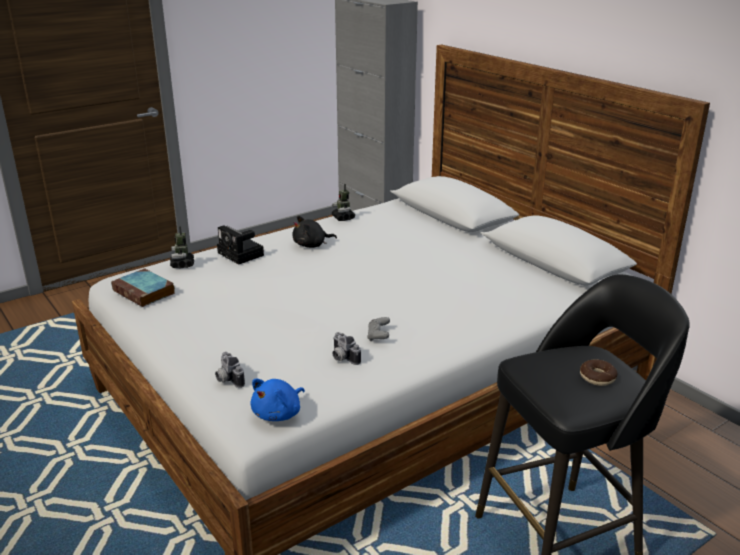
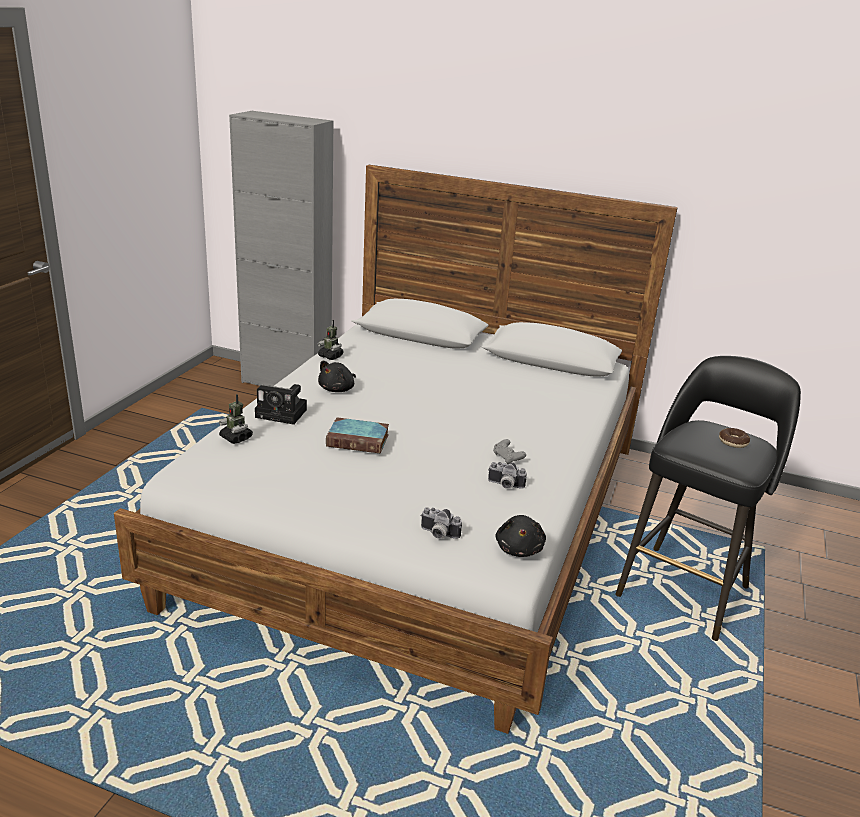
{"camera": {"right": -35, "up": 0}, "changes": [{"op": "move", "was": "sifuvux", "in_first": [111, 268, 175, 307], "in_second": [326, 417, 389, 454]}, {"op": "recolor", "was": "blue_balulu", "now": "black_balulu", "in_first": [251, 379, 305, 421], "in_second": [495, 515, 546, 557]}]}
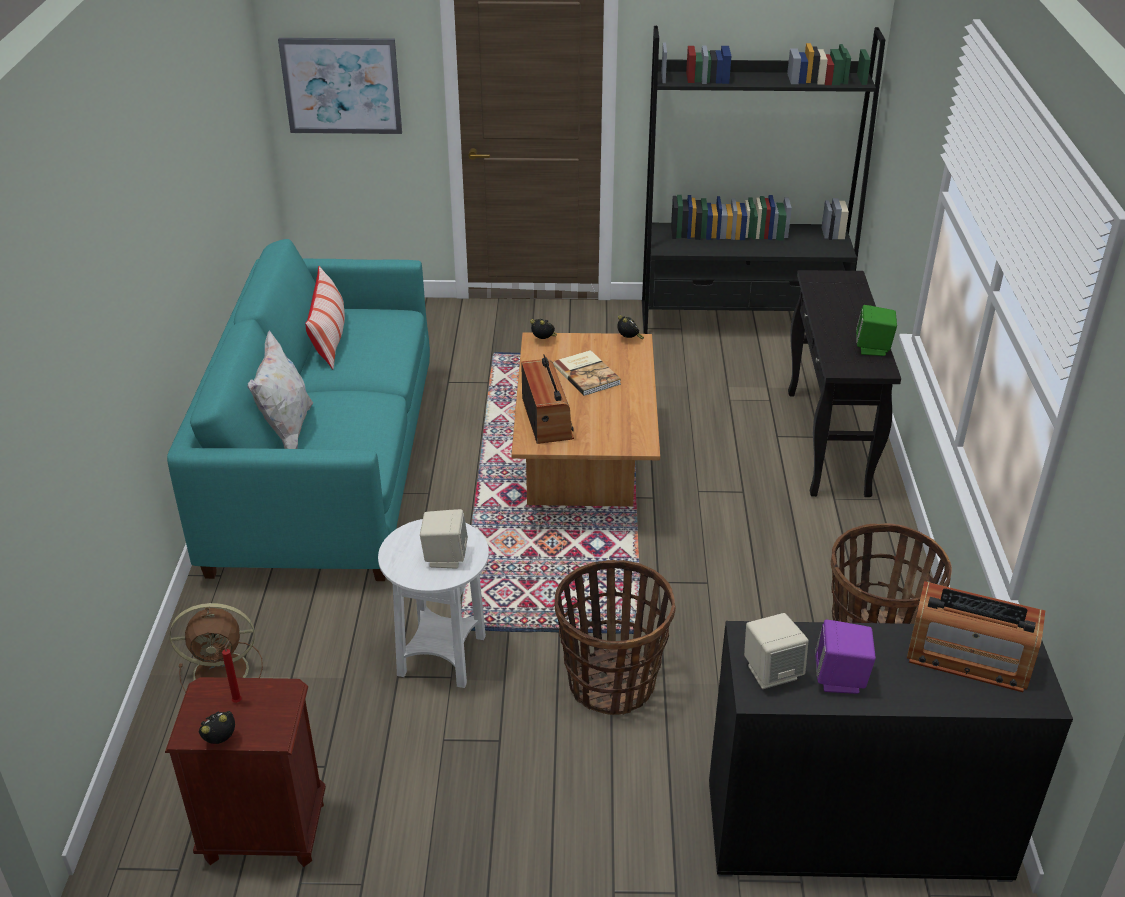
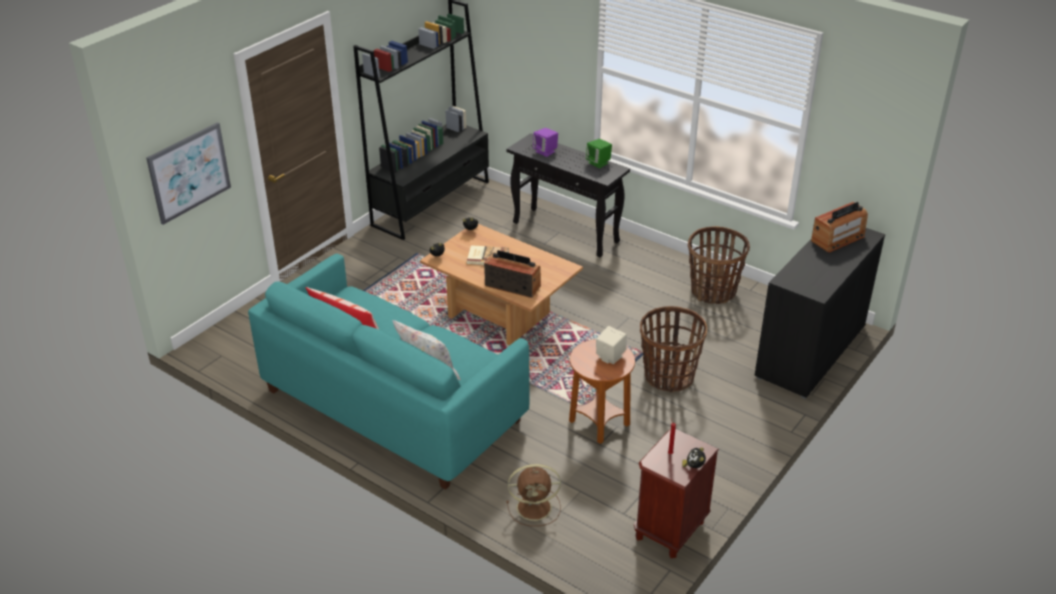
{"camera": {"right": -55, "up": 0}, "changes": [{"op": "delete", "was": "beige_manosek", "in_first": [744, 613, 809, 689]}, {"op": "move", "was": "purple_manosek", "in_first": [815, 620, 876, 694], "in_second": [533, 128, 558, 157]}, {"op": "recolor", "was": "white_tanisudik", "now": "brown_tanisudik", "in_first": [378, 519, 489, 688], "in_second": [569, 339, 635, 444]}, {"op": "rotate", "was": "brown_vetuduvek", "in_first": [170, 603, 263, 693], "in_second": [506, 464, 561, 526], "clockwise": 60}]}
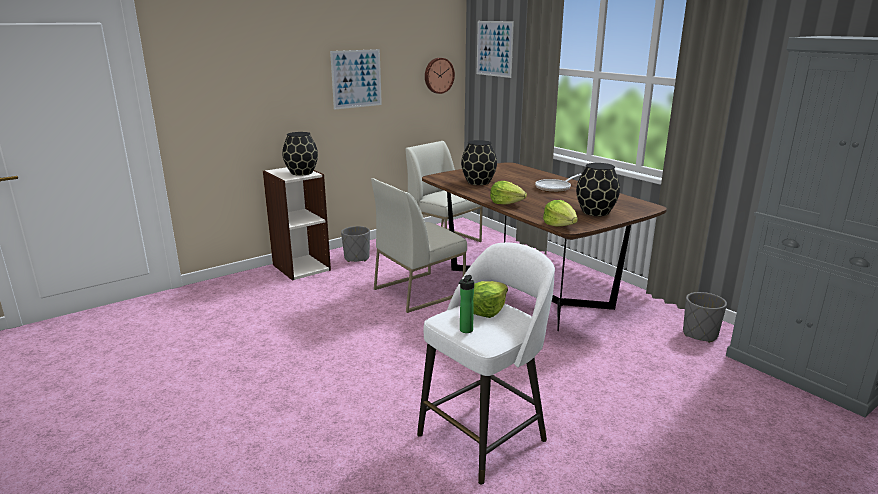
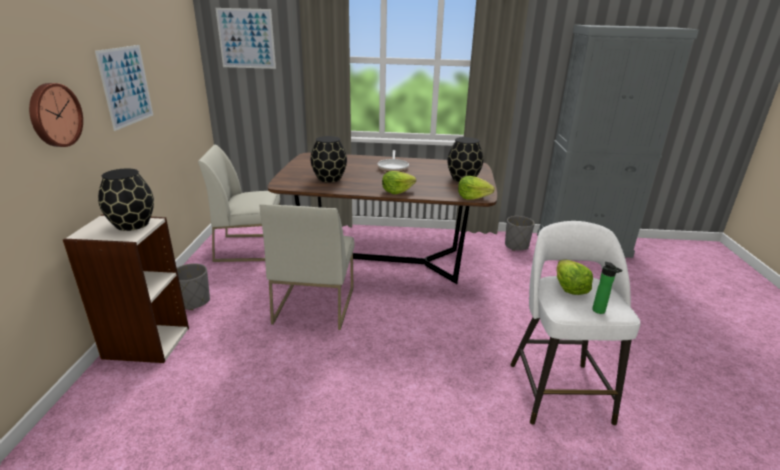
{"camera": {"right": -50, "up": 5}, "changes": [{"op": "move", "was": "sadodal", "in_first": [425, 58, 455, 94], "in_second": [29, 83, 83, 147]}]}
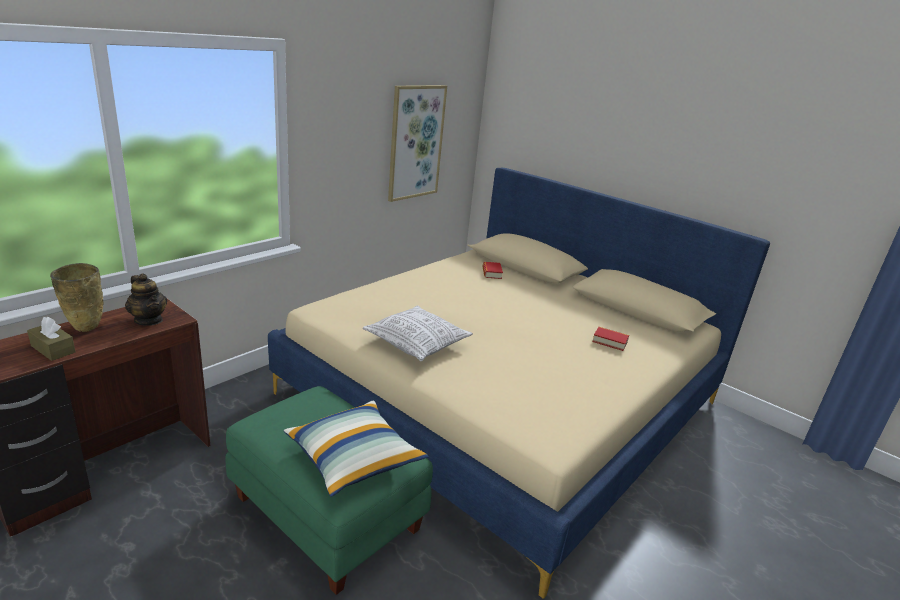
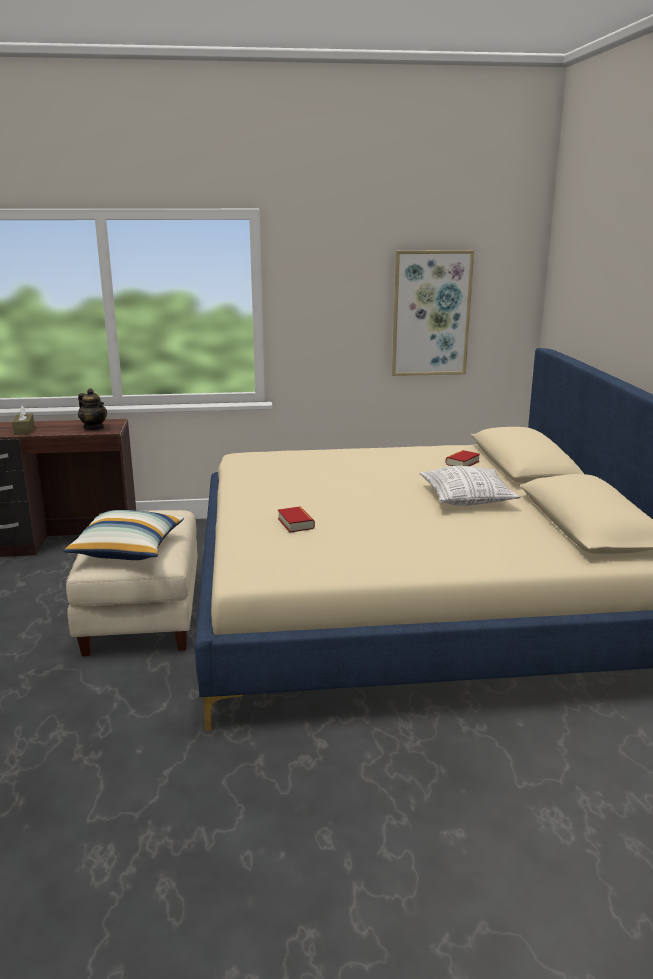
{"camera": {"right": 45, "up": -5}, "changes": [{"op": "delete", "was": "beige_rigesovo", "in_first": [50, 263, 103, 332]}, {"op": "move", "was": "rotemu", "in_first": [362, 306, 473, 361], "in_second": [419, 466, 521, 506]}, {"op": "move", "was": "sifuvux", "in_first": [592, 327, 629, 351], "in_second": [278, 507, 315, 533]}, {"op": "recolor", "was": "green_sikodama", "now": "beige_sikodama", "in_first": [225, 386, 433, 595], "in_second": [66, 510, 198, 656]}, {"op": "rotate", "was": "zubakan", "in_first": [125, 273, 167, 326], "in_second": [78, 388, 107, 430], "clockwise": -45}]}
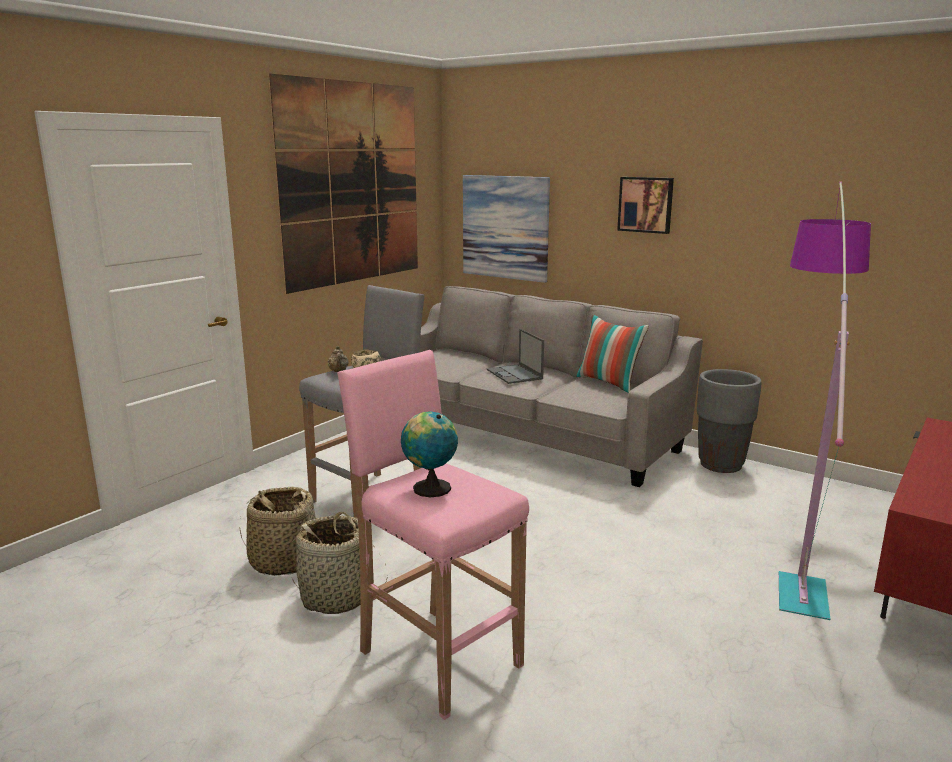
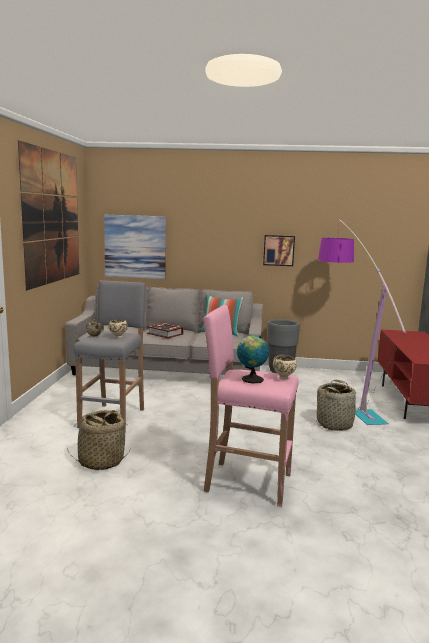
{"camera": {"right": -30, "up": -5}, "changes": [{"op": "insert", "now": "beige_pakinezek", "in_second": [273, 354, 297, 380]}, {"op": "move", "was": "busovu", "in_first": [292, 512, 388, 614], "in_second": [316, 380, 358, 431]}, {"op": "move", "was": "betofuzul", "in_first": [617, 177, 674, 234], "in_second": [263, 235, 295, 266]}, {"op": "replace", "was": "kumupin", "now": "sifuvux", "in_first": [487, 329, 544, 384], "in_second": [147, 323, 184, 339]}]}
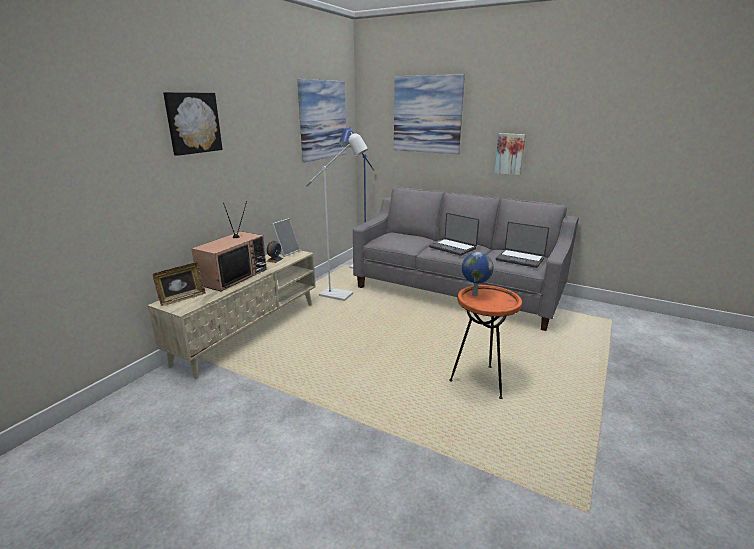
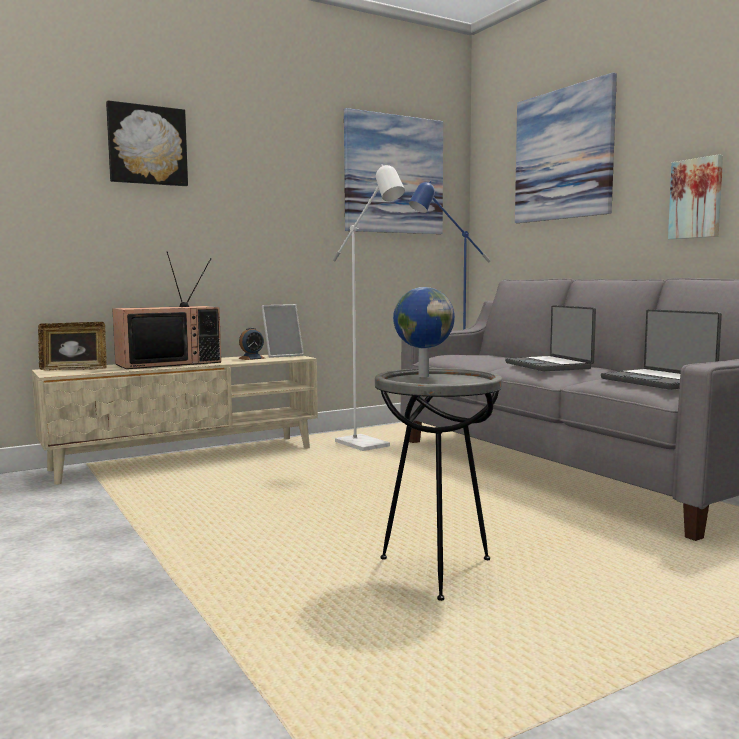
{"camera": {"right": 30, "up": -15}, "changes": [{"op": "recolor", "was": "orange_tanisudik", "now": "grey_tanisudik", "in_first": [449, 285, 522, 399], "in_second": [375, 368, 503, 601]}]}
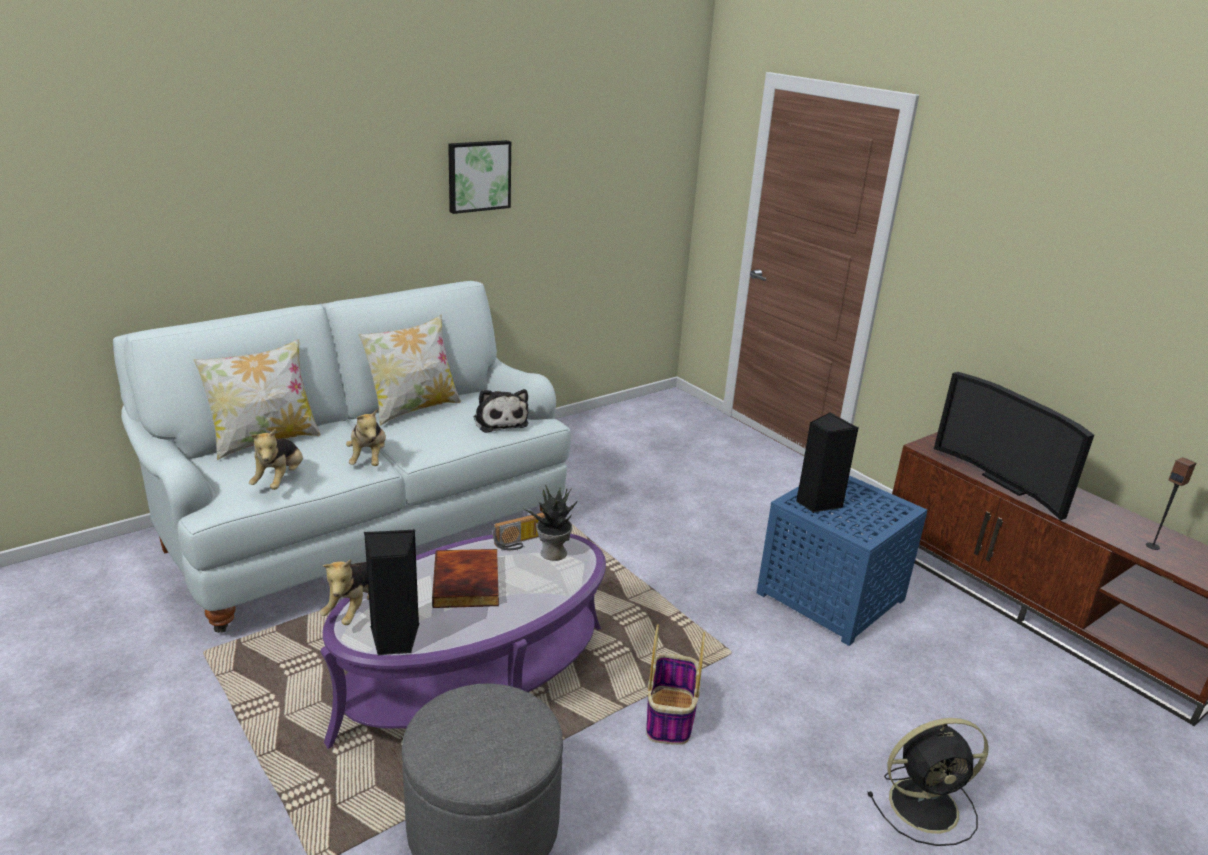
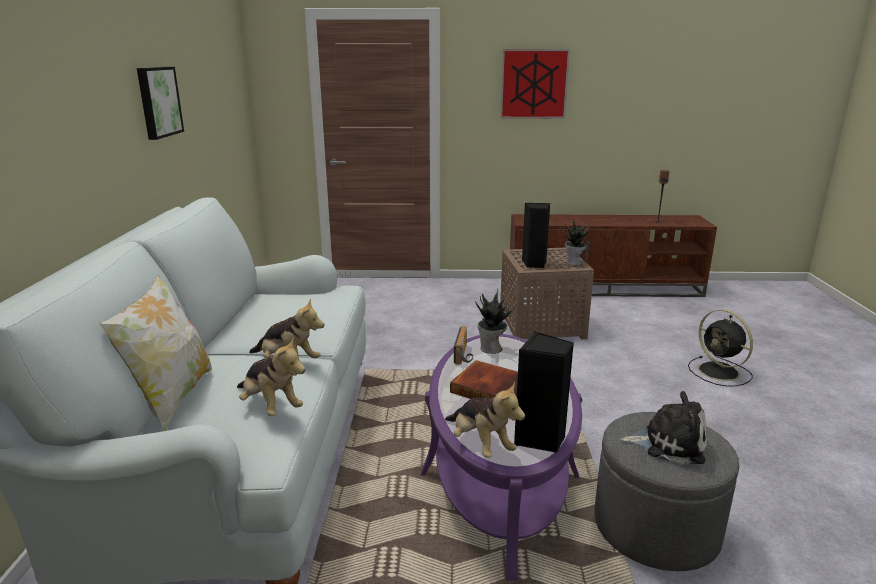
{"camera": {"right": -50, "up": -5}, "changes": [{"op": "delete", "was": "rotemu", "in_first": [358, 315, 461, 426]}, {"op": "delete", "was": "busovu", "in_first": [646, 624, 705, 745]}, {"op": "delete", "was": "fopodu", "in_first": [934, 372, 1094, 520]}, {"op": "insert", "now": "betofuzul", "in_second": [500, 49, 570, 118]}, {"op": "insert", "now": "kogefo", "in_second": [560, 218, 590, 265]}, {"op": "move", "was": "balulu", "in_first": [473, 389, 528, 433], "in_second": [620, 391, 707, 465]}, {"op": "recolor", "was": "blue_tanisudik", "now": "brown_tanisudik", "in_first": [757, 475, 927, 646], "in_second": [500, 248, 594, 339]}, {"op": "rotate", "was": "black_vetuduvek", "in_first": [867, 718, 989, 846], "in_second": [688, 310, 753, 387], "clockwise": 120}]}
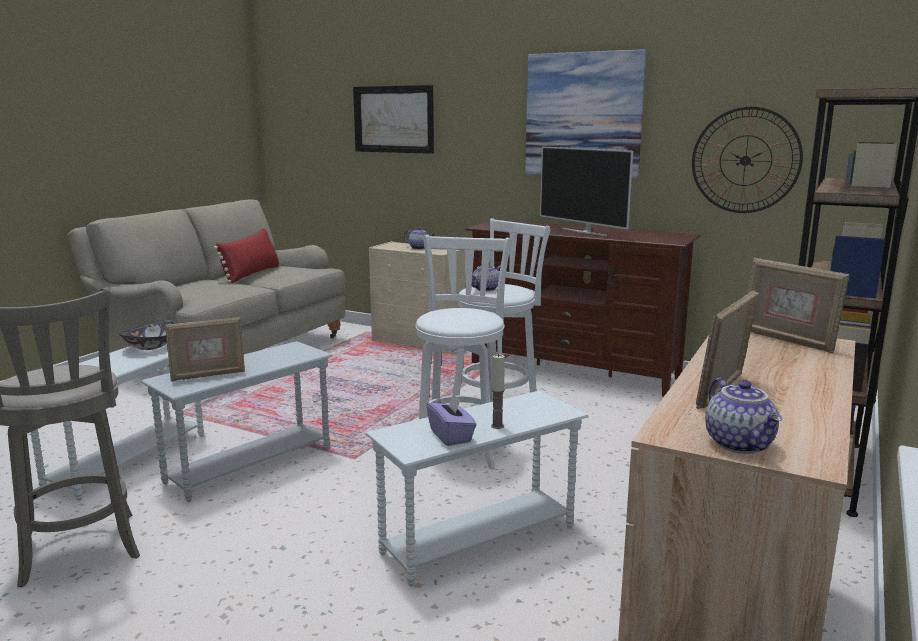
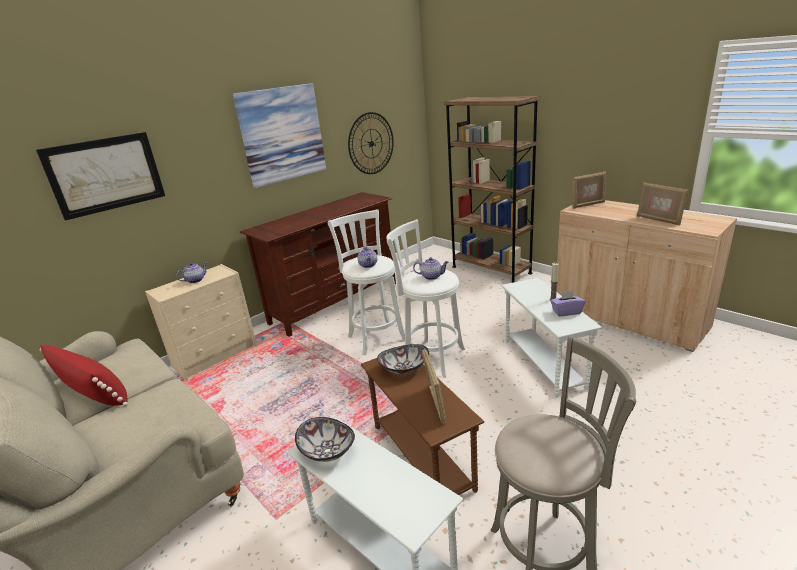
{"camera": {"right": -70, "up": 10}, "changes": [{"op": "delete", "was": "fopodu", "in_first": [540, 146, 633, 236]}, {"op": "insert", "now": "pakinezek", "in_second": [377, 344, 429, 374]}, {"op": "move", "was": "zubakan", "in_first": [705, 378, 782, 454], "in_second": [413, 257, 449, 280]}, {"op": "recolor", "was": "white_tanisudik", "now": "brown_tanisudik", "in_first": [141, 341, 332, 502], "in_second": [361, 358, 484, 495]}]}
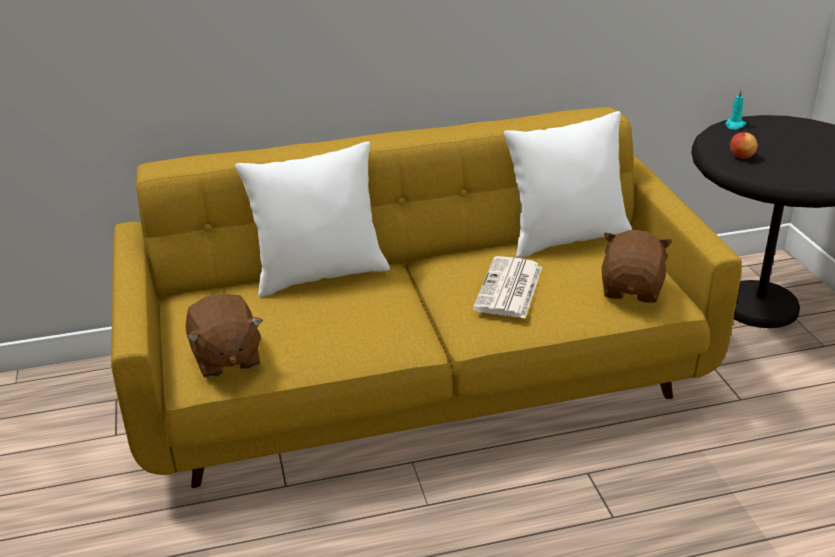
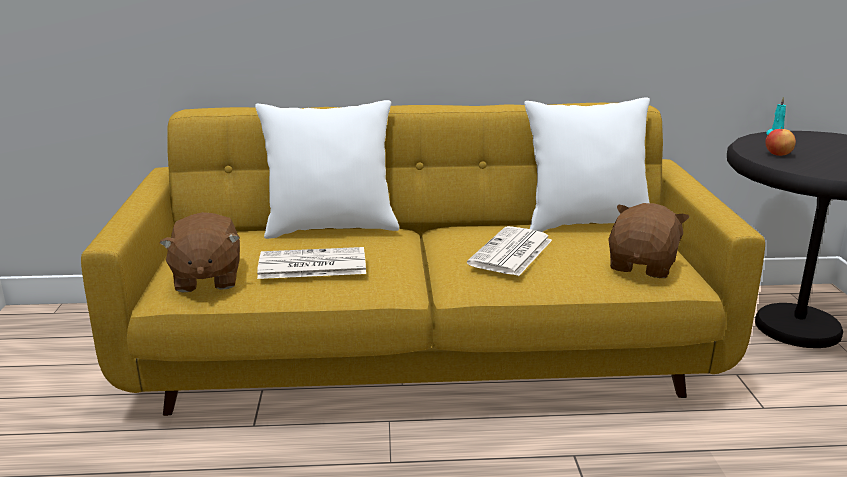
{"camera": {"right": 10, "up": -10}, "changes": [{"op": "insert", "now": "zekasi", "in_second": [257, 247, 366, 279]}]}
